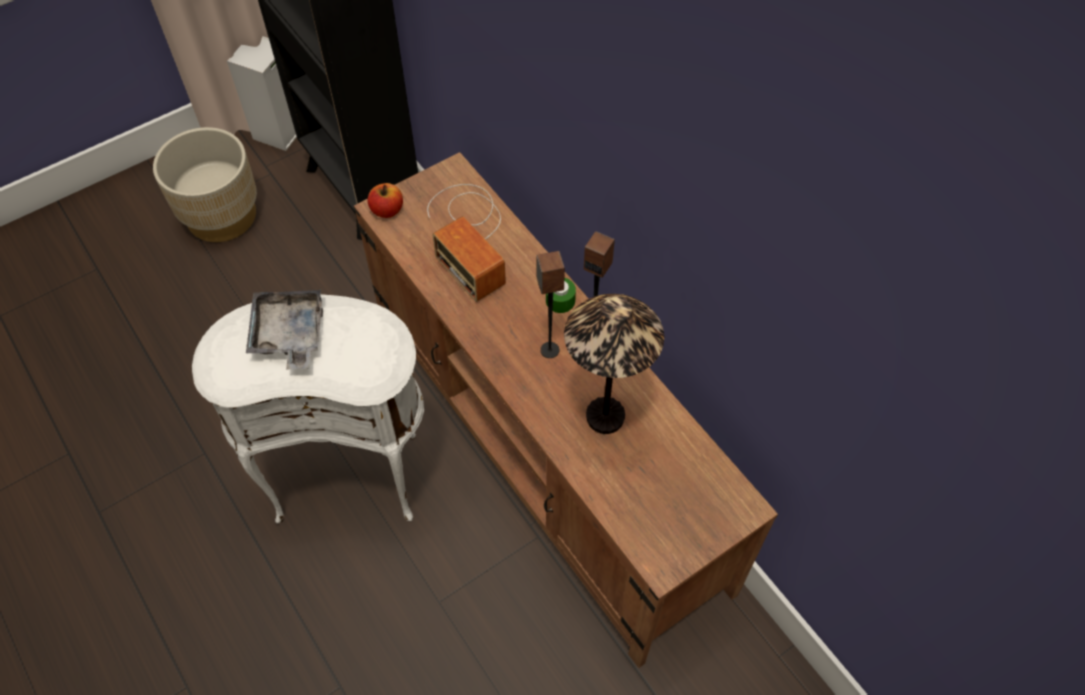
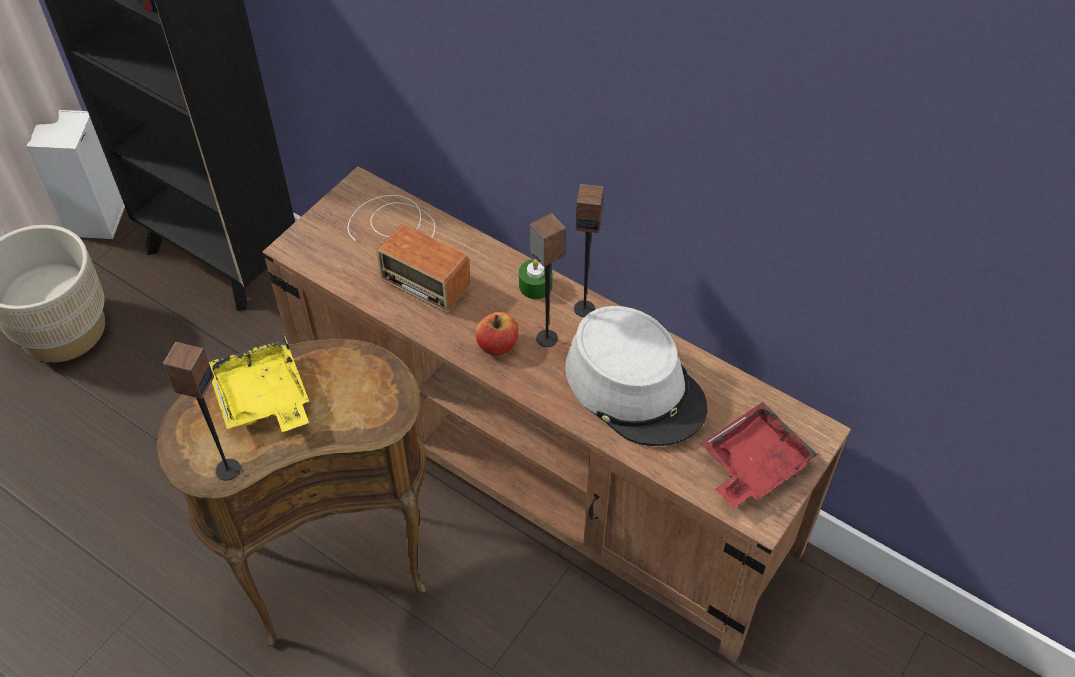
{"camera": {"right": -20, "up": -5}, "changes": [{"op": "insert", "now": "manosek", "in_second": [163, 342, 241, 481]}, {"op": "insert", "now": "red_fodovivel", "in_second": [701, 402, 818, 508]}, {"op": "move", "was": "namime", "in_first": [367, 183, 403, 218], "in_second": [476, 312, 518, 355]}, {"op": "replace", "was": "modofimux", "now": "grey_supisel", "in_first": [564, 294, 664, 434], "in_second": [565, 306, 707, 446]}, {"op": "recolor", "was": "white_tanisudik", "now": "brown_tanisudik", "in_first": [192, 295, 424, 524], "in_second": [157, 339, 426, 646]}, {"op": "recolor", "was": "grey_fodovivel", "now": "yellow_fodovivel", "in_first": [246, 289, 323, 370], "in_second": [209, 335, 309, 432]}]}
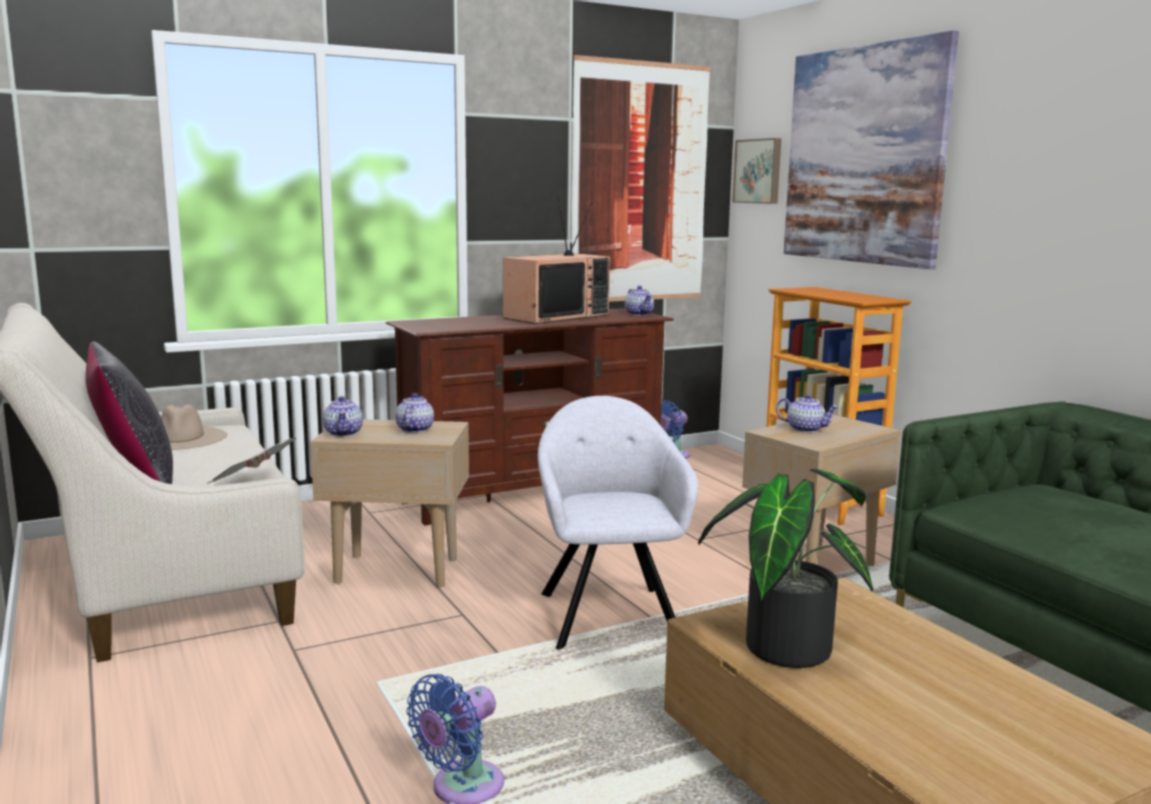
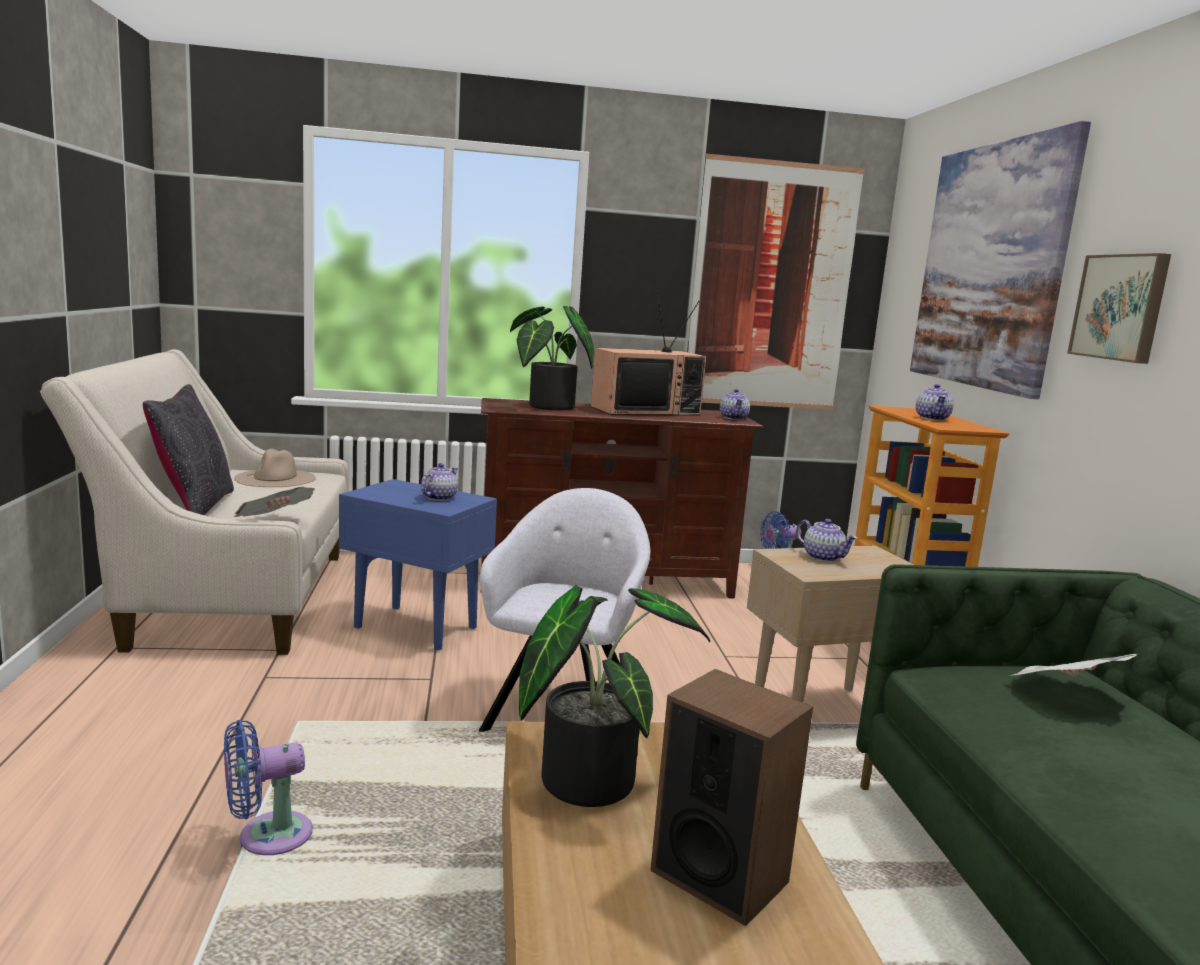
{"camera": {"right": 20, "up": 0}, "changes": [{"op": "insert", "now": "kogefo", "in_second": [510, 306, 594, 410]}, {"op": "insert", "now": "manosek", "in_second": [650, 669, 813, 926]}, {"op": "insert", "now": "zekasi", "in_second": [1011, 654, 1136, 676]}, {"op": "move", "was": "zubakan", "in_first": [323, 396, 363, 436], "in_second": [916, 384, 954, 420]}, {"op": "move", "was": "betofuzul", "in_first": [732, 138, 781, 204], "in_second": [1067, 253, 1171, 364]}, {"op": "recolor", "was": "beige_tanisudik", "now": "blue_tanisudik", "in_first": [310, 419, 469, 588], "in_second": [339, 479, 497, 651]}]}
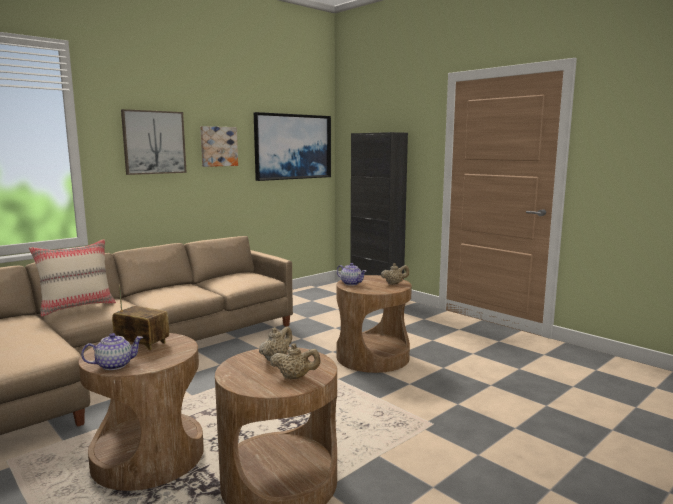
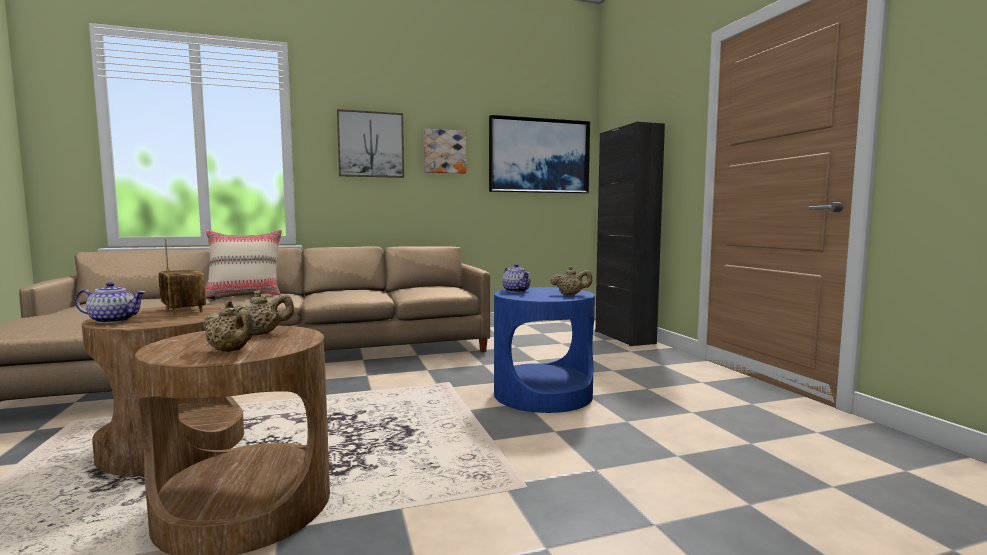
{"camera": {"right": 25, "up": -5}, "changes": [{"op": "recolor", "was": "brown_tanisudik", "now": "blue_tanisudik", "in_first": [337, 275, 412, 373], "in_second": [494, 287, 595, 413]}]}
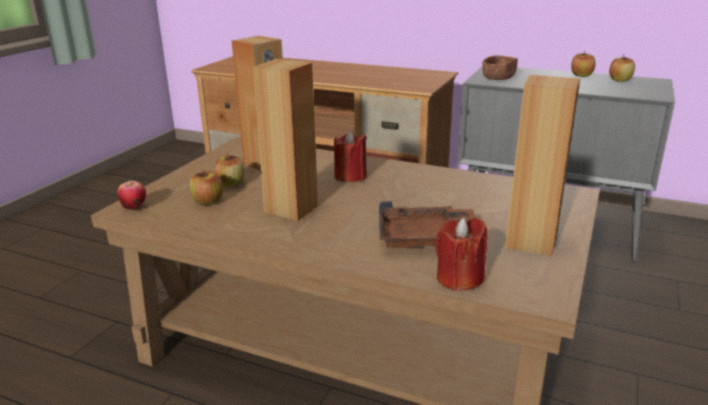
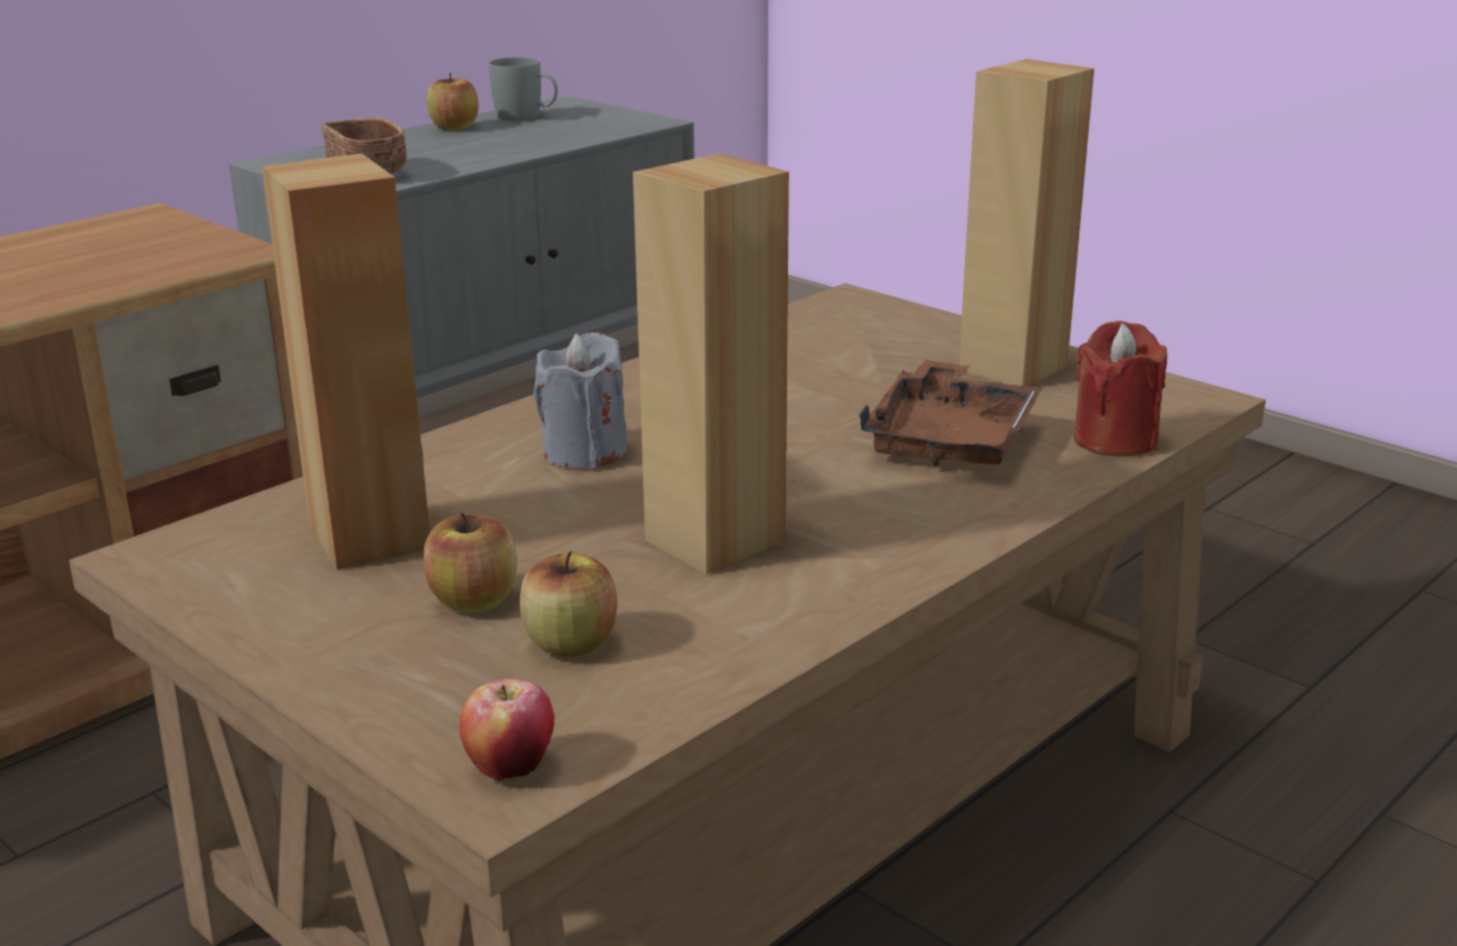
{"camera": {"right": -70, "up": 0}, "changes": [{"op": "replace", "was": "namime", "now": "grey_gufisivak", "in_first": [609, 54, 635, 82], "in_second": [489, 57, 558, 121]}, {"op": "recolor", "was": "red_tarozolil", "now": "grey_tarozolil", "in_first": [334, 130, 367, 182], "in_second": [534, 333, 627, 469]}]}
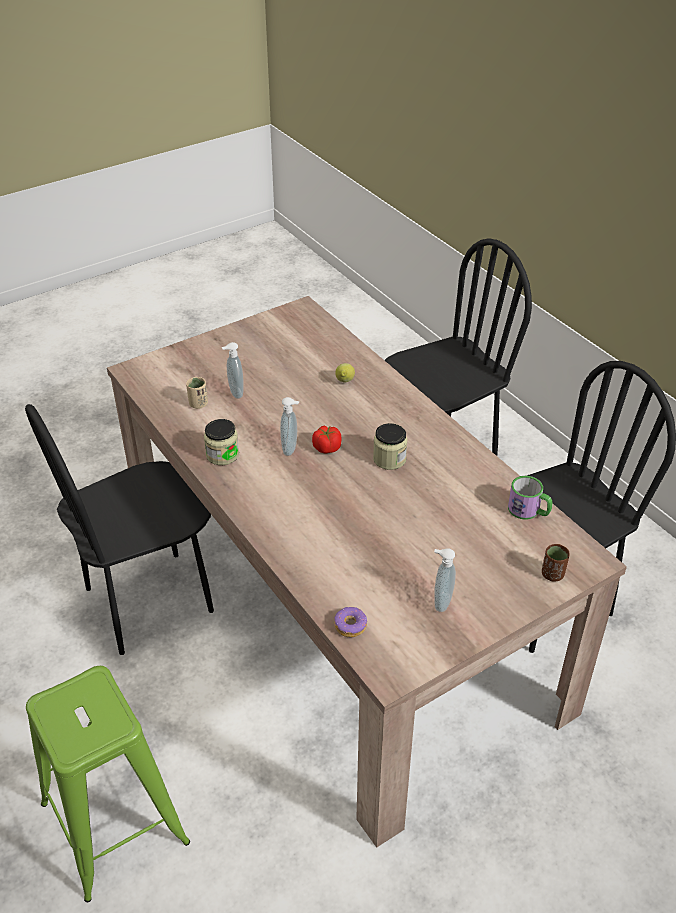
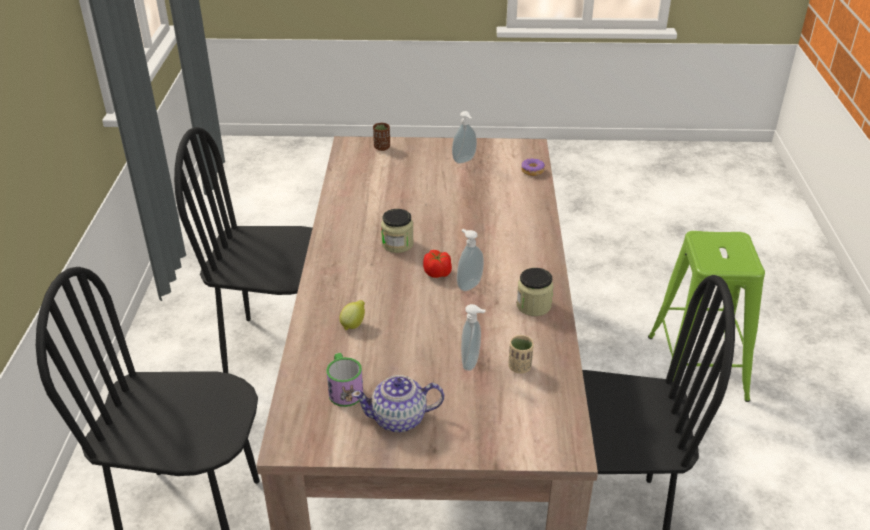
{"camera": {"right": -145, "up": -5}, "changes": [{"op": "insert", "now": "zubakan", "in_second": [351, 375, 444, 432]}, {"op": "move", "was": "gufisivak", "in_first": [508, 476, 552, 520], "in_second": [326, 353, 363, 407]}]}
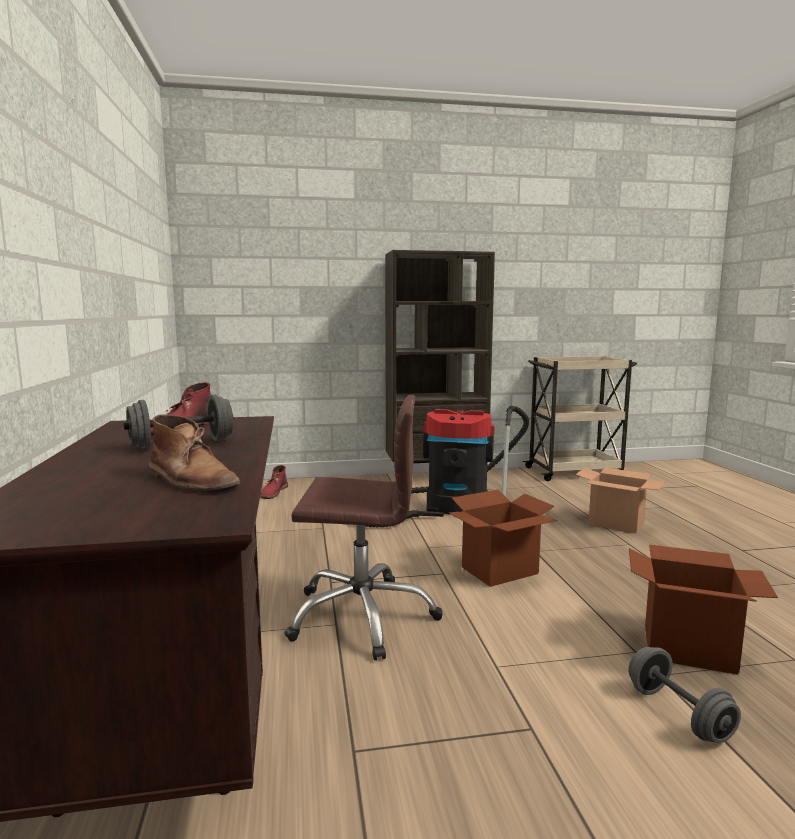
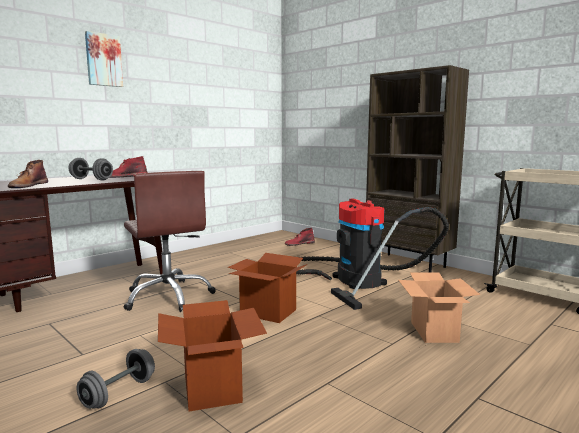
{"camera": {"right": 55, "up": 0}, "changes": [{"op": "insert", "now": "betofuzul", "in_second": [85, 31, 123, 87]}]}
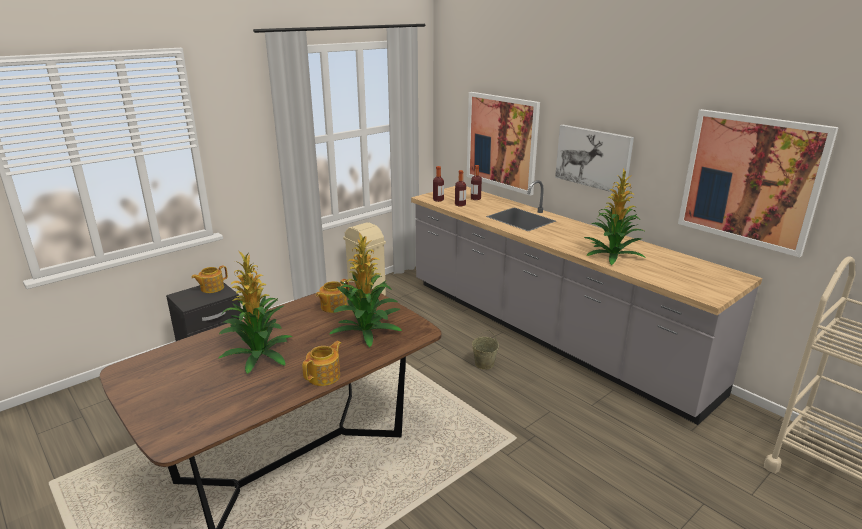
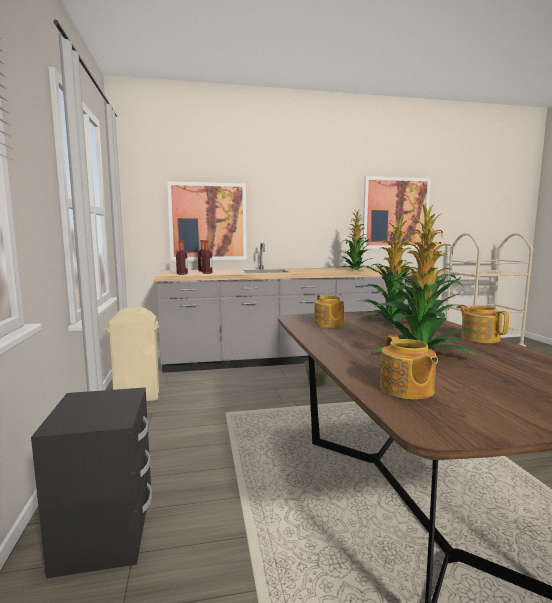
{"camera": {"right": -60, "up": -15}, "changes": [{"op": "delete", "was": "betofuzul", "in_first": [555, 125, 634, 194]}, {"op": "move", "was": "zubakan", "in_first": [191, 265, 228, 293], "in_second": [380, 335, 438, 399]}]}
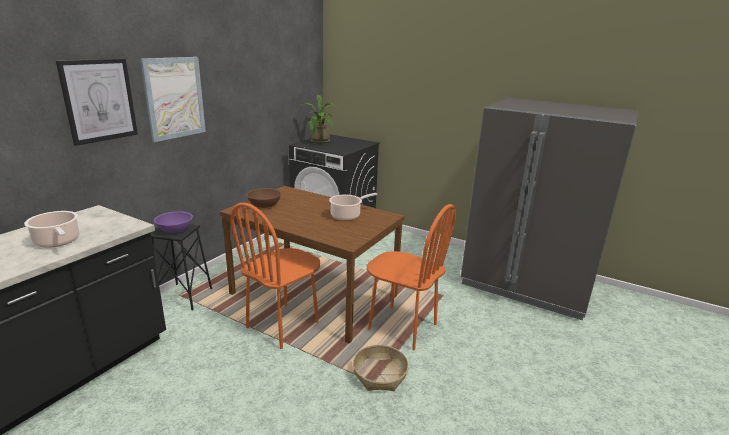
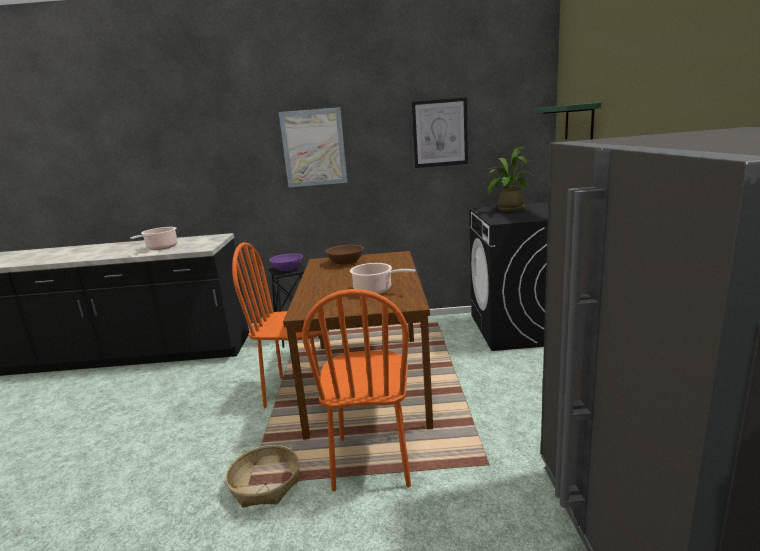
{"camera": {"right": 60, "up": -5}, "changes": [{"op": "insert", "now": "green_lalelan", "in_second": [533, 103, 601, 140]}, {"op": "move", "was": "betofuzul", "in_first": [56, 58, 138, 146], "in_second": [412, 97, 468, 168]}]}
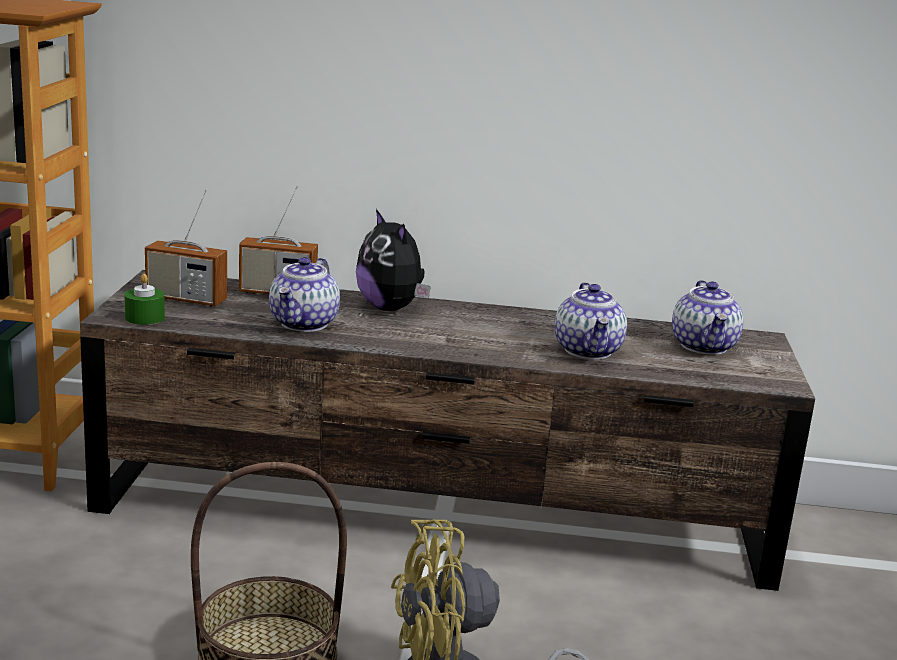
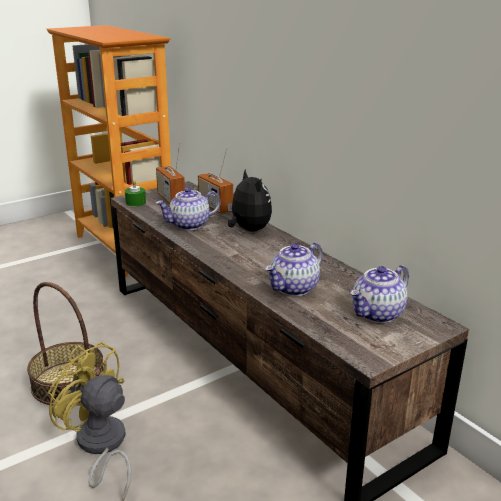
{"camera": {"right": 50, "up": 5}, "changes": [{"op": "rotate", "was": "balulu", "in_first": [356, 209, 431, 311], "in_second": [227, 169, 272, 232], "clockwise": 135}]}
